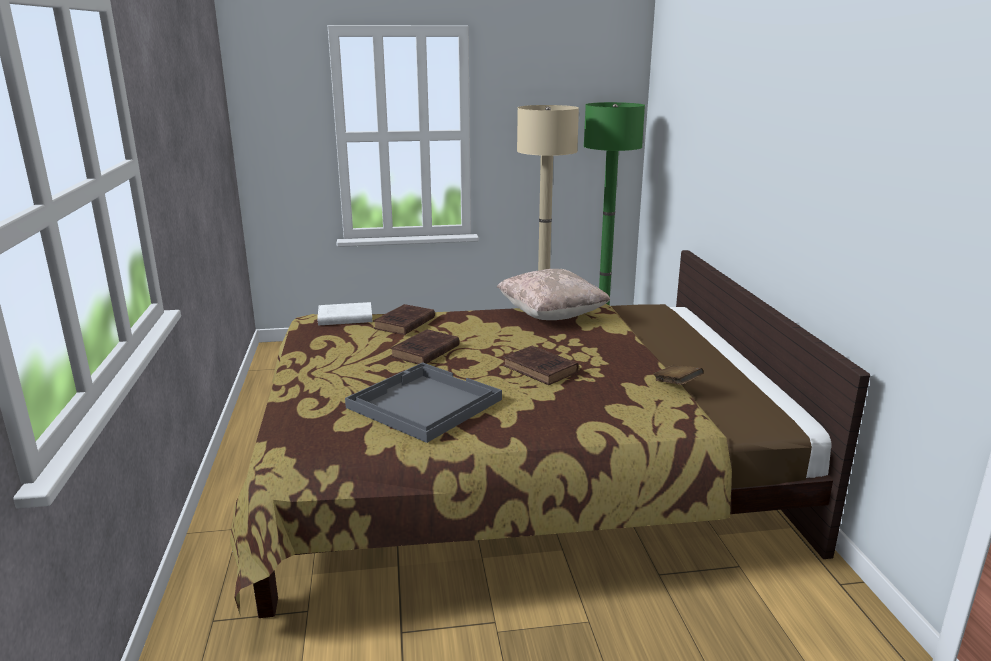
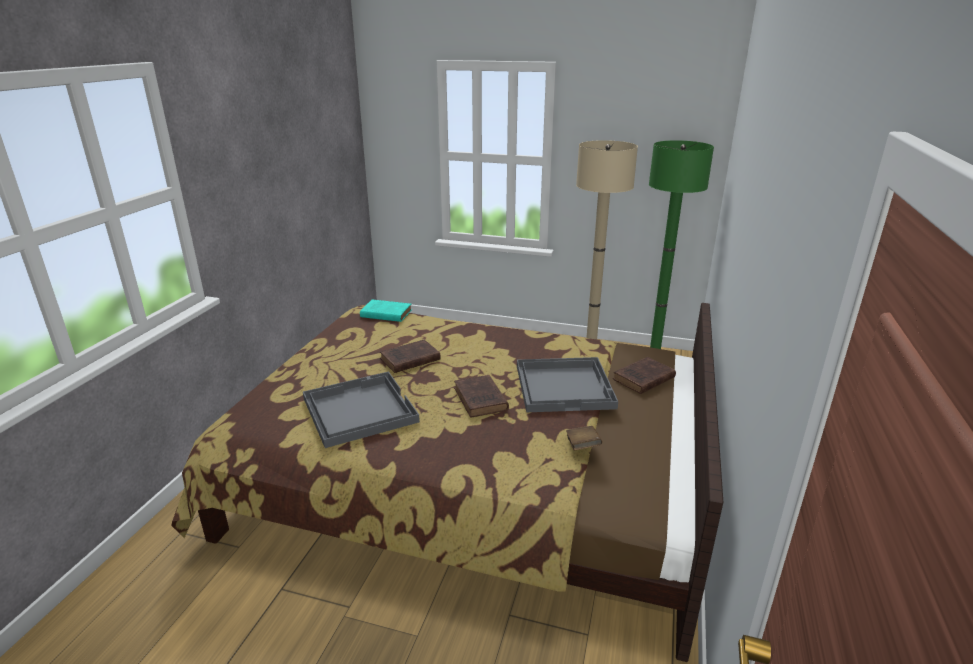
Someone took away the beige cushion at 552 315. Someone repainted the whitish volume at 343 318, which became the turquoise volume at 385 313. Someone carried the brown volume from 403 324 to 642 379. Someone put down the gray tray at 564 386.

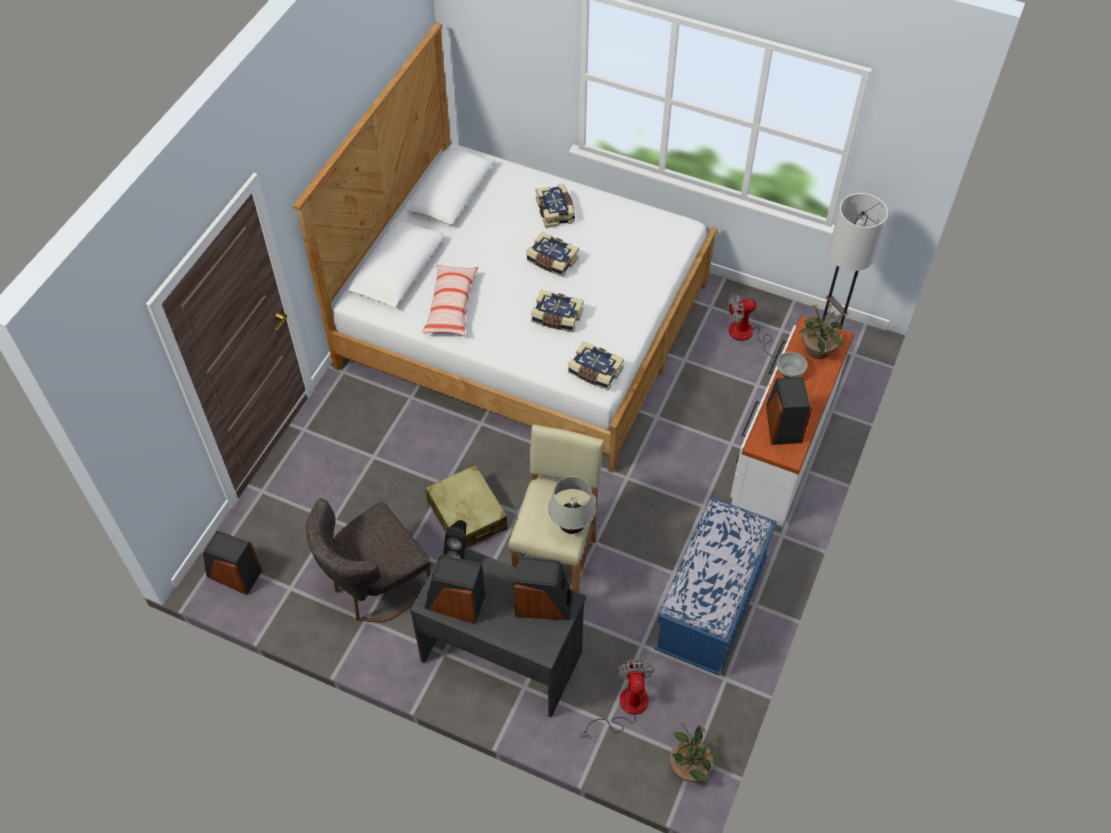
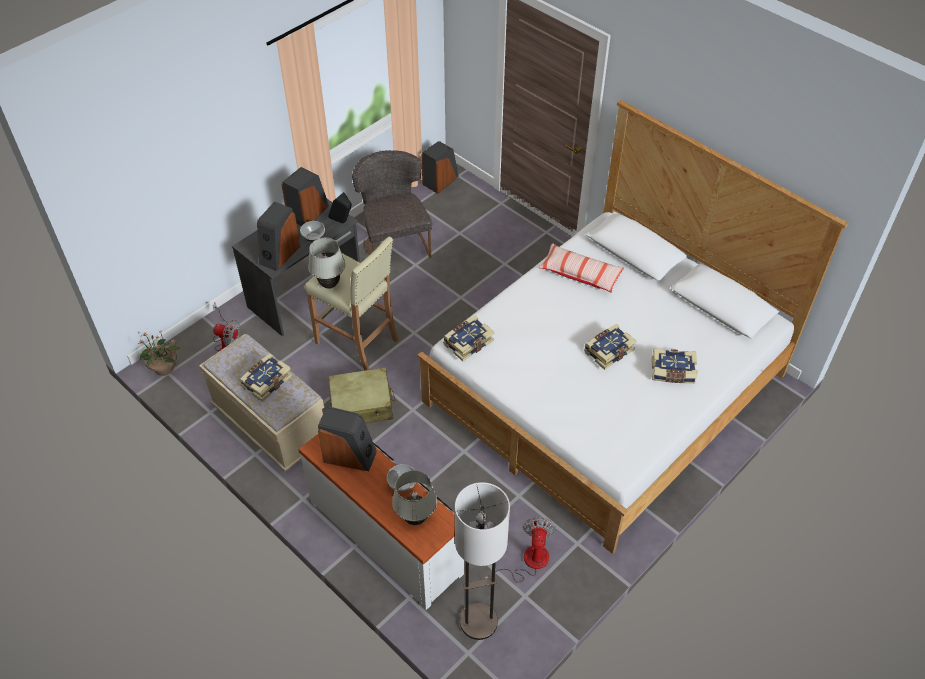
Someone carried the volume from 556 318 to 266 381. Someone swapped the houseplant at 817 351 for the whitish lamp for a table at 415 518. Someone carried the beige piece of luggage from 467 515 to 362 405. Someone repainted the blue-coloured indoor bench at 711 607, which became the beige indoor bench at 270 424. Someone put down the serving bowl at 313 237.

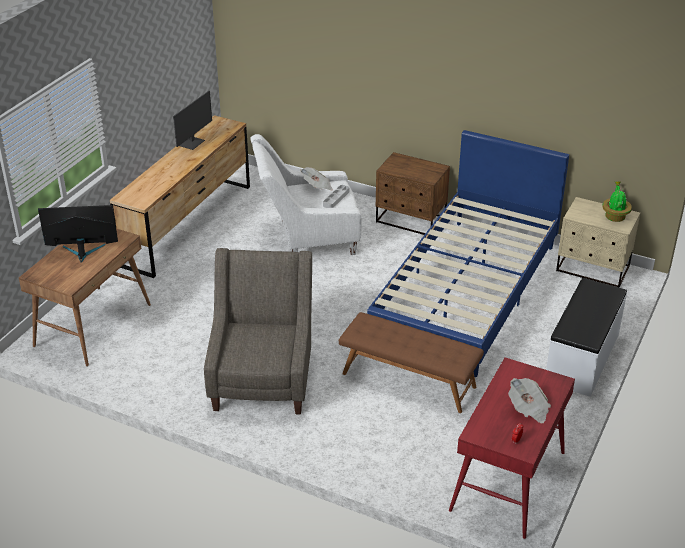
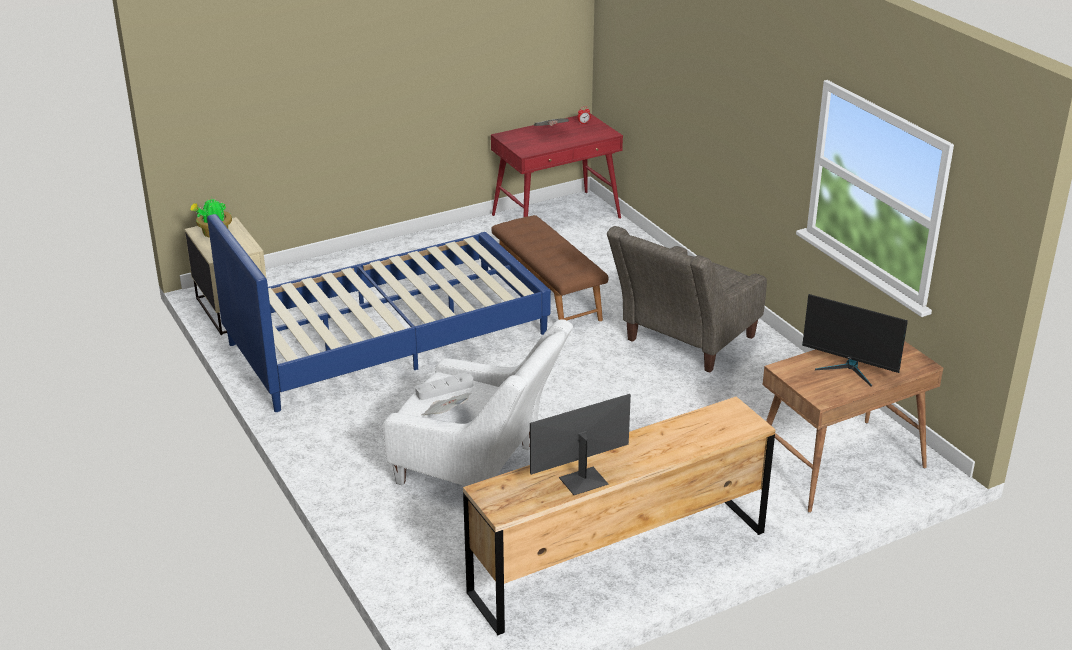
Someone took away the brown bedside table at 411 220. Someone took away the whitish indoor bench at 583 358.

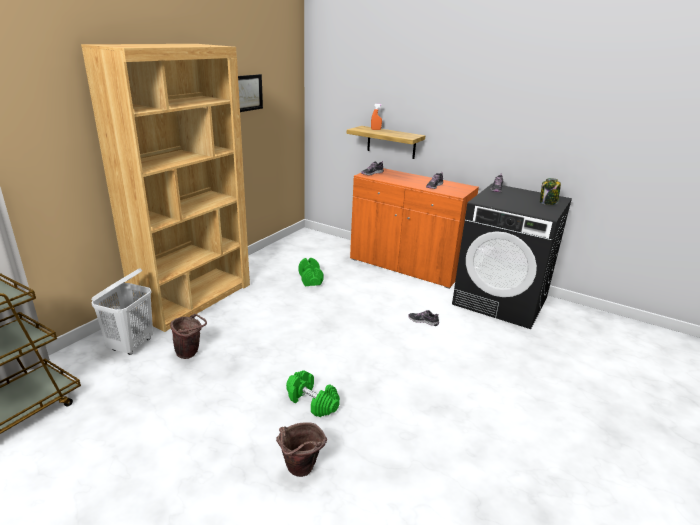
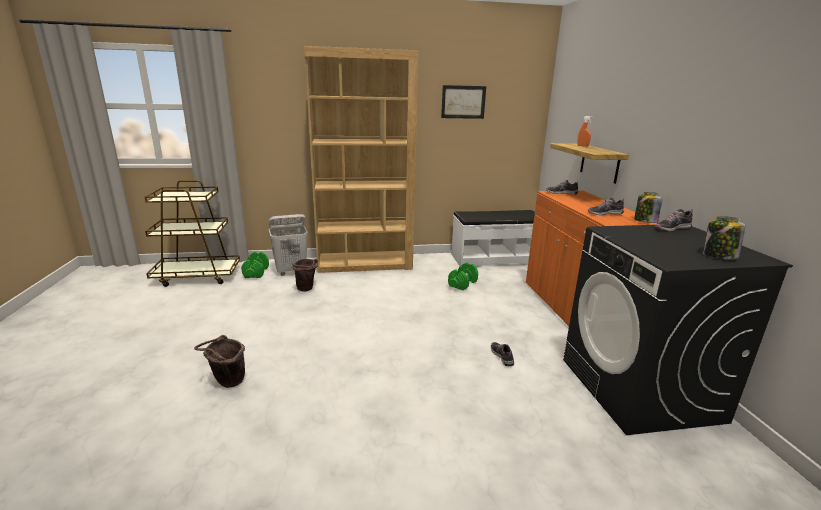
Someone carried the greenish hand weight from 312 402 to 256 272. Someone put down the storage jar at 645 221. Someone put down the whitish indoor bench at 495 258.

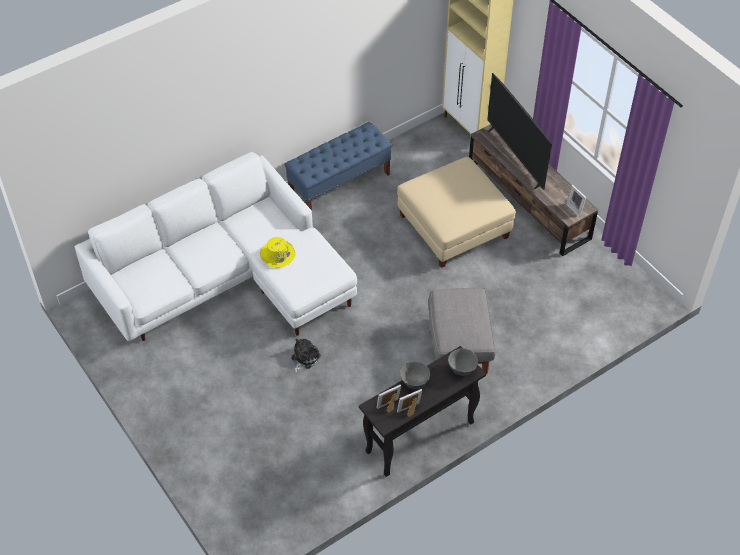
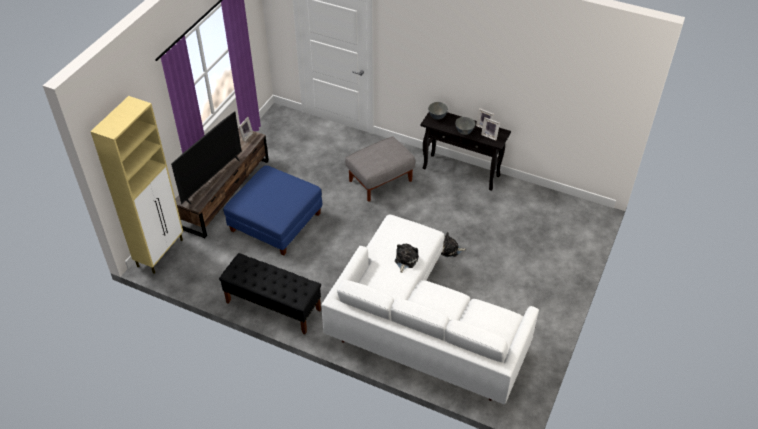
Someone repainted the blue-coloured indoor bench at 339 184, which became the black-coloured indoor bench at 273 306. Someone repainted the beige pouffe at 454 226, which became the blue-coloured pouffe at 275 221. Someone swapped the yellowish wearable hat at 277 254 for the plush toy at 405 260.

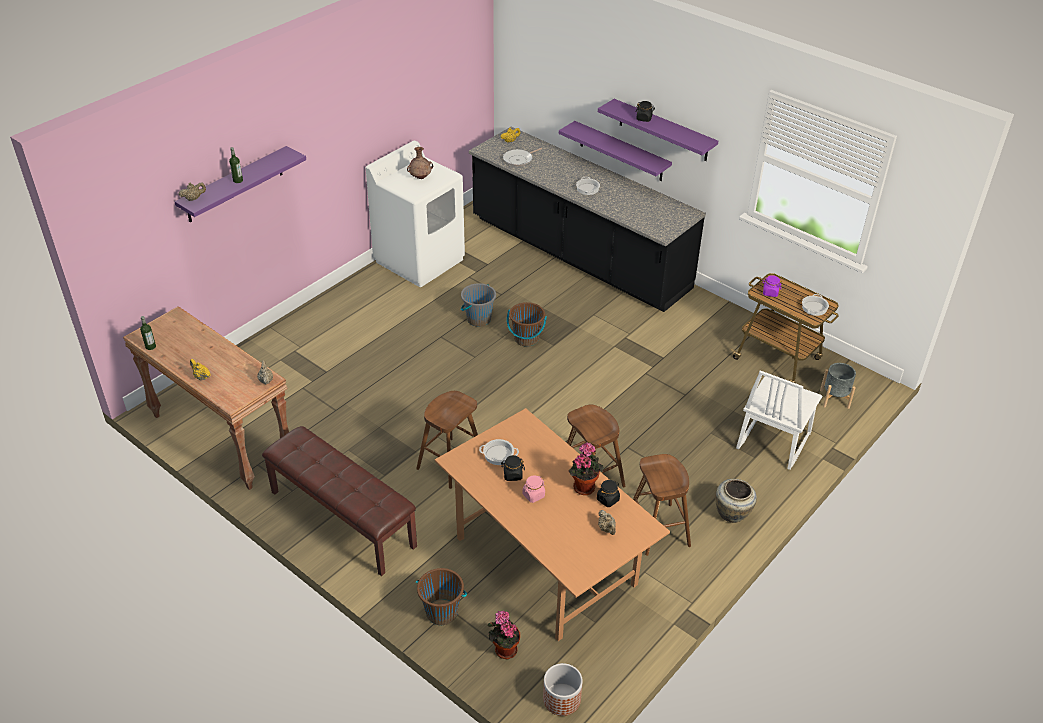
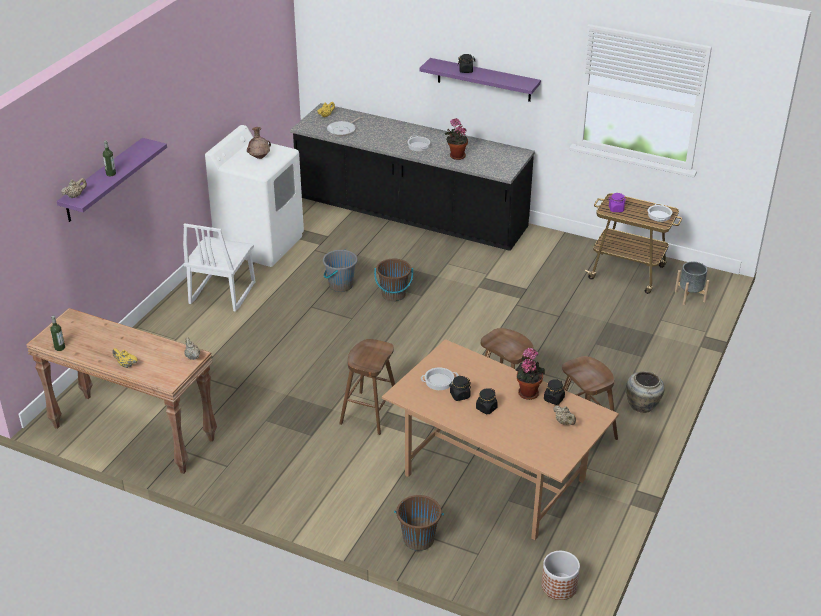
Someone took away the purplish bracket shelf at 621 151. Someone carried the whitish chair from 772 441 to 221 293. Someone took away the brown indoor bench at 341 519. Someone repainted the pink storage jar at 533 495, which became the black-coloured storage jar at 486 408. Someone carried the houseplant from 504 649 to 456 156.

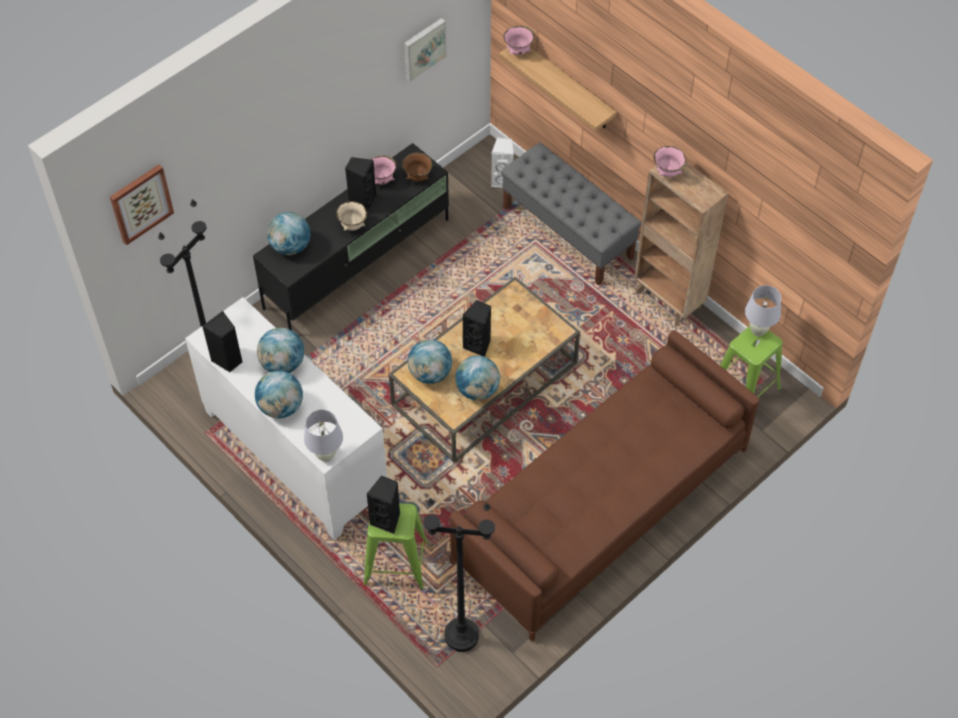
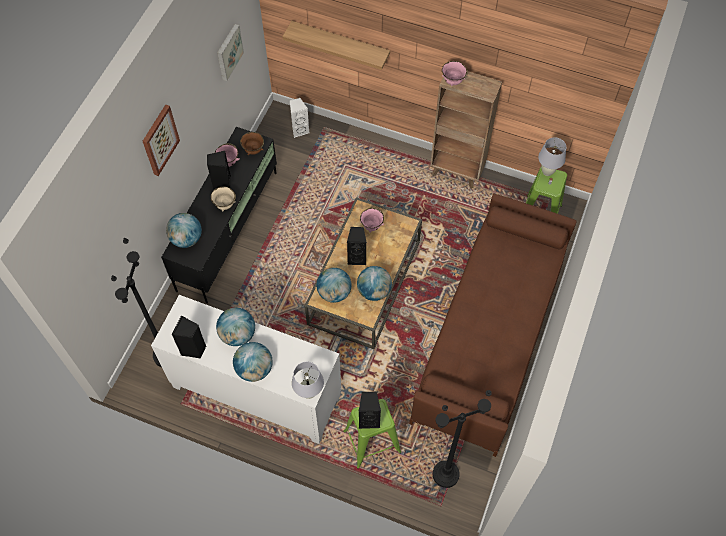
Someone carried the pink serving bowl from 518 51 to 372 226. Someone took away the gray indoor bench at 568 233. Someone carried the picture from 140 203 to 159 140.

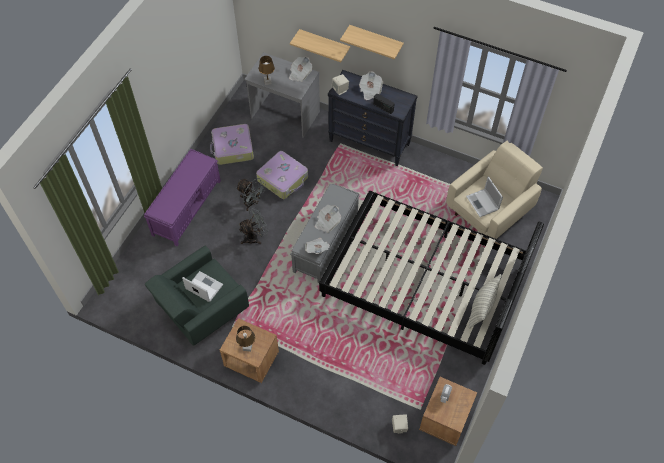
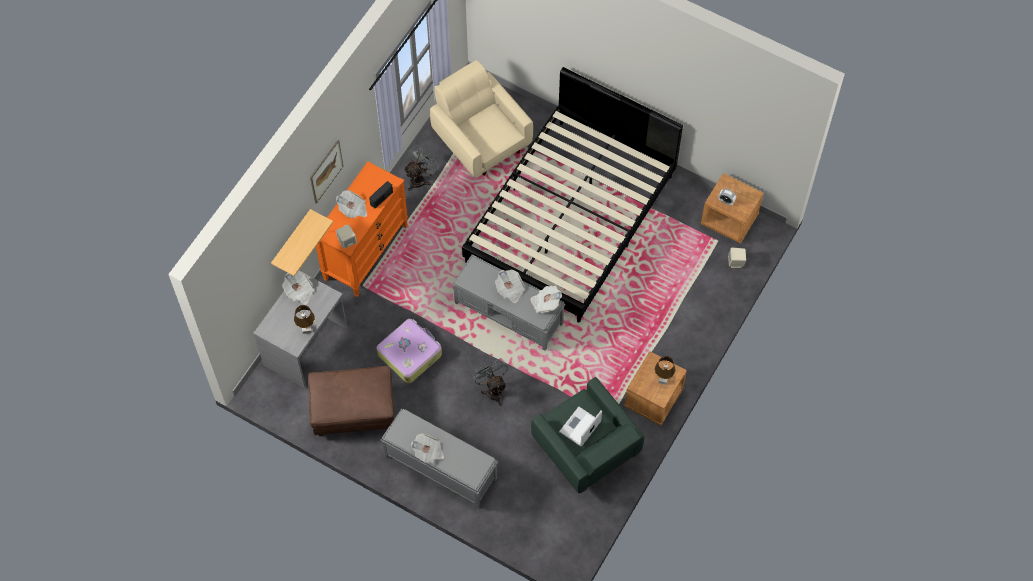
Someone swapped the bracket shelf at 376 40 for the picture at 326 171. Someone repainted the black-coloured chest of drawers at 370 142, which became the orange chest of drawers at 366 252. Someone swapped the piece of luggage at 232 149 for the brown pouffe at 353 411. Someone repainted the purplish indoor bench at 187 207, which became the gray indoor bench at 440 467. Someone took away the laptop at 483 203. Someone carried the gray fan from 252 203 to 420 179. Someone took away the cushion at 482 307. Someone put down the newspaper at 428 452.

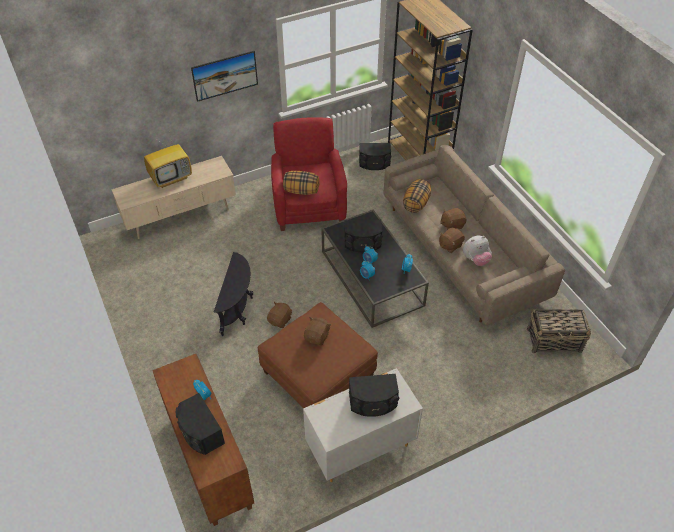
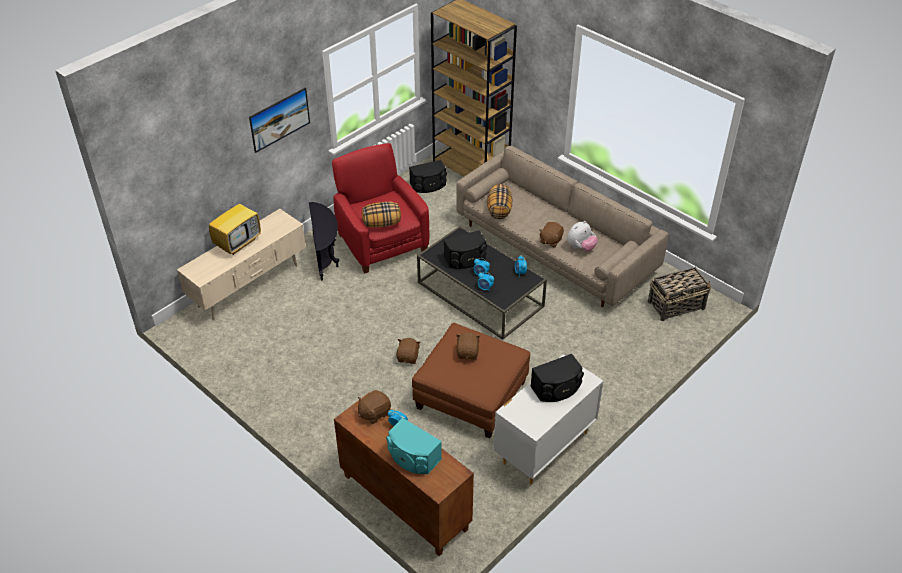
Someone carried the brown plush toy from 452 225 to 374 413. Someone carried the black-coloured side table from 238 309 to 326 257. Someone repainted the black-coloured audio speaker at 200 432, which became the turquoise audio speaker at 413 457.

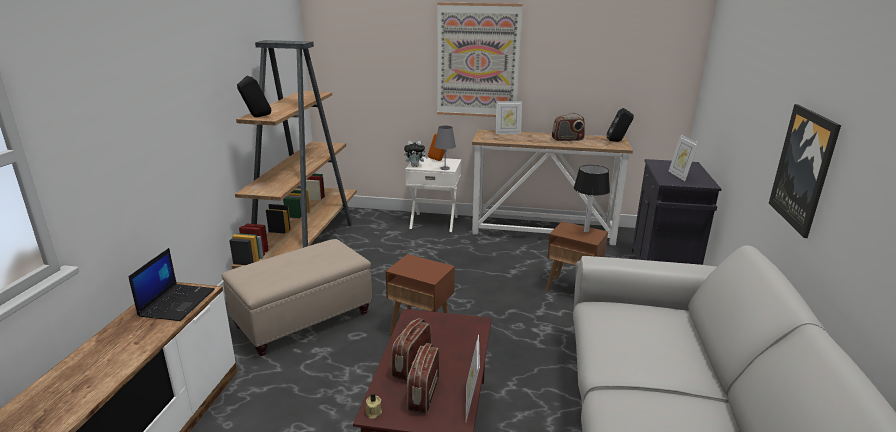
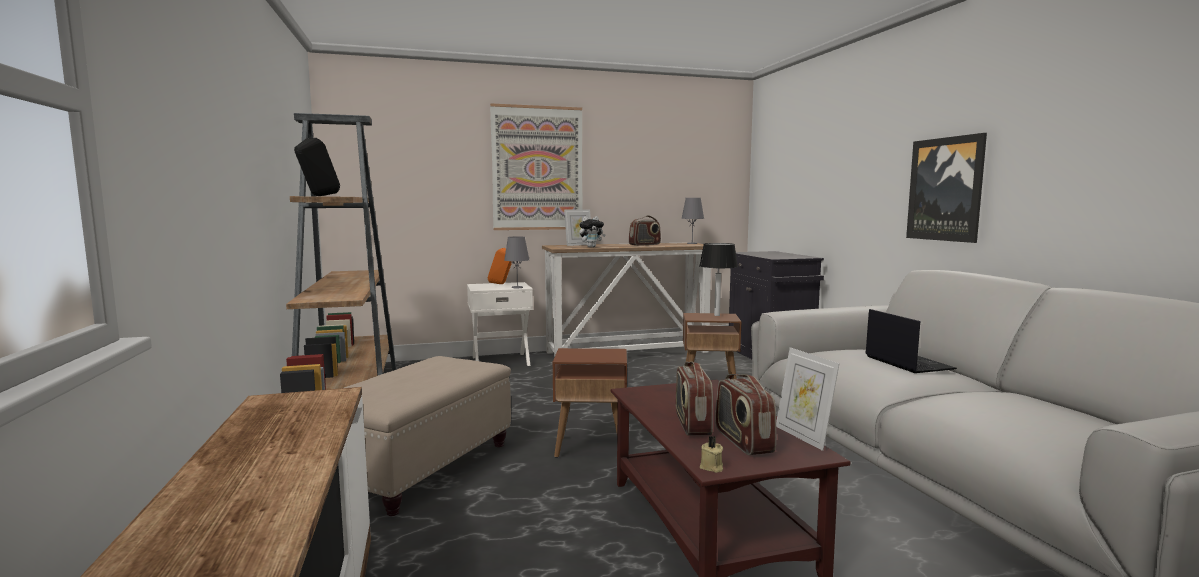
Someone swapped the black-coloured audio speaker at 618 141 for the gray lamp for a table at 692 243. Someone took away the picture frame at 679 176. Someone carried the plush toy from 415 166 to 591 247. Someone carried the laptop from 177 302 to 906 362.

